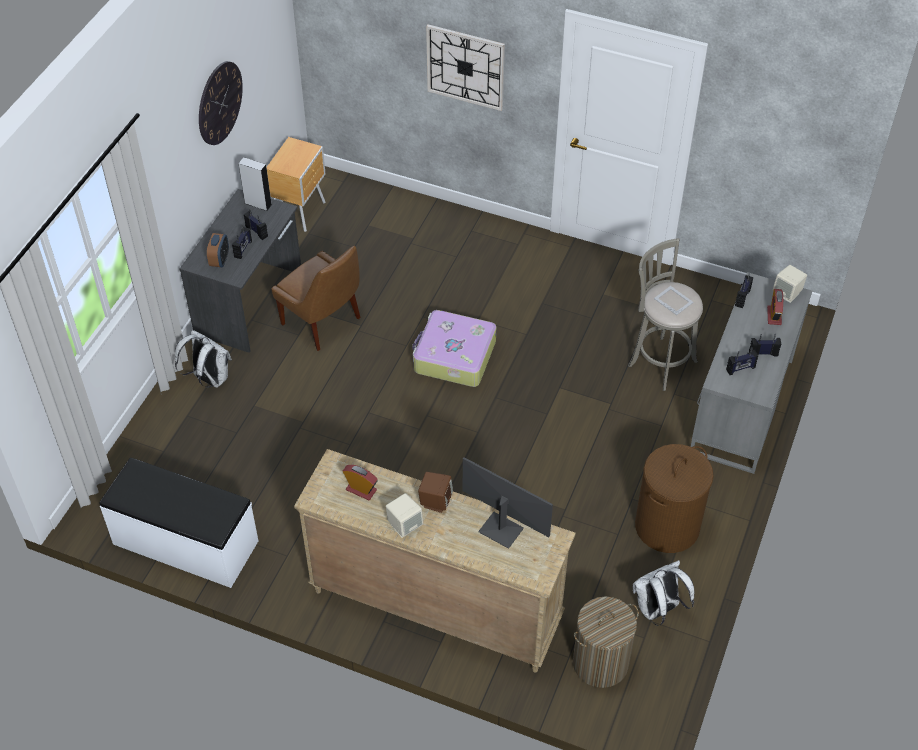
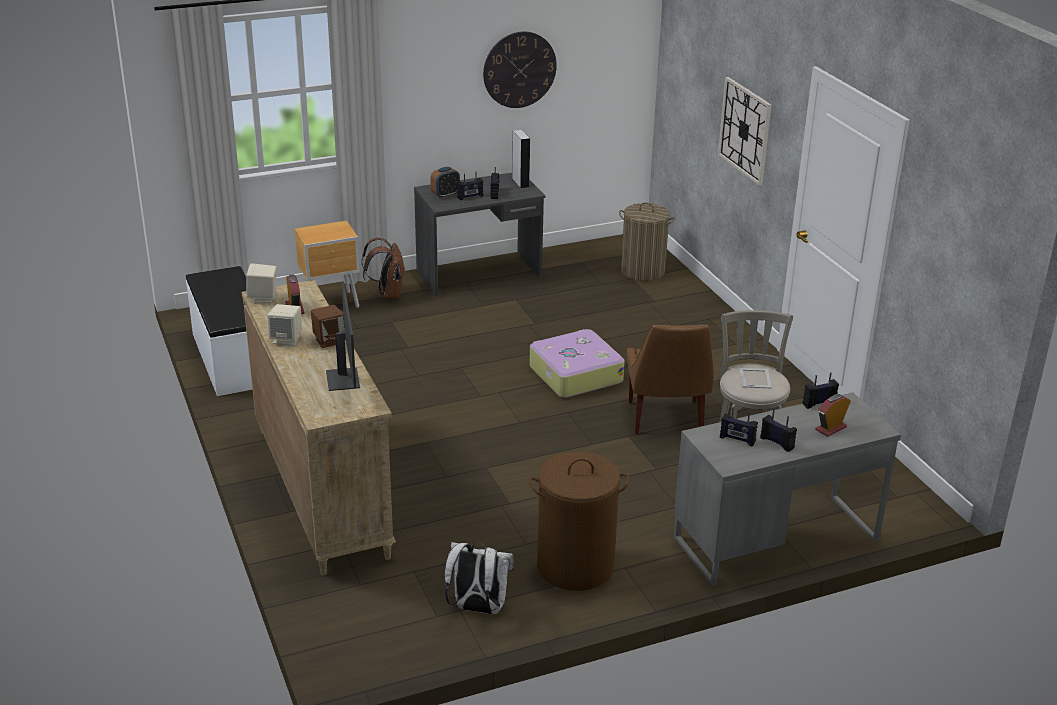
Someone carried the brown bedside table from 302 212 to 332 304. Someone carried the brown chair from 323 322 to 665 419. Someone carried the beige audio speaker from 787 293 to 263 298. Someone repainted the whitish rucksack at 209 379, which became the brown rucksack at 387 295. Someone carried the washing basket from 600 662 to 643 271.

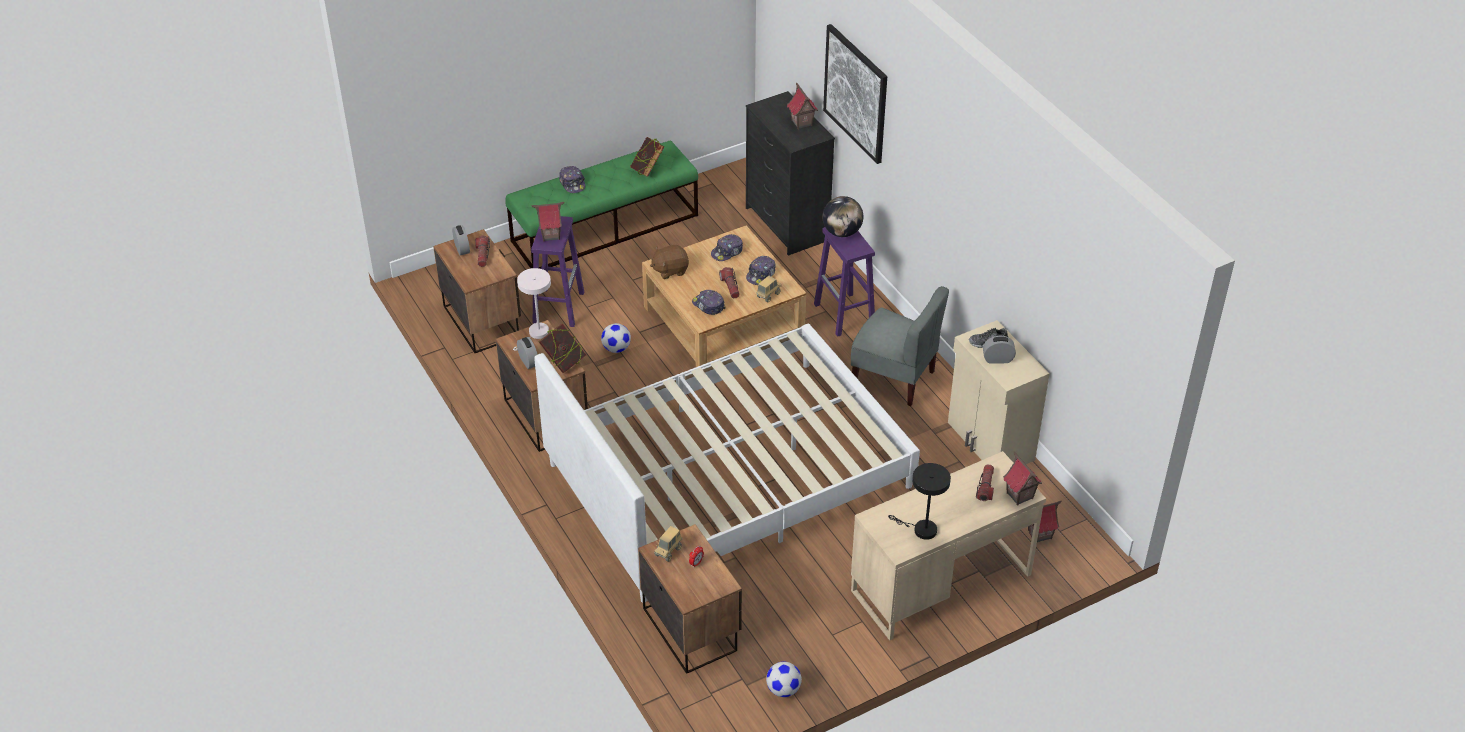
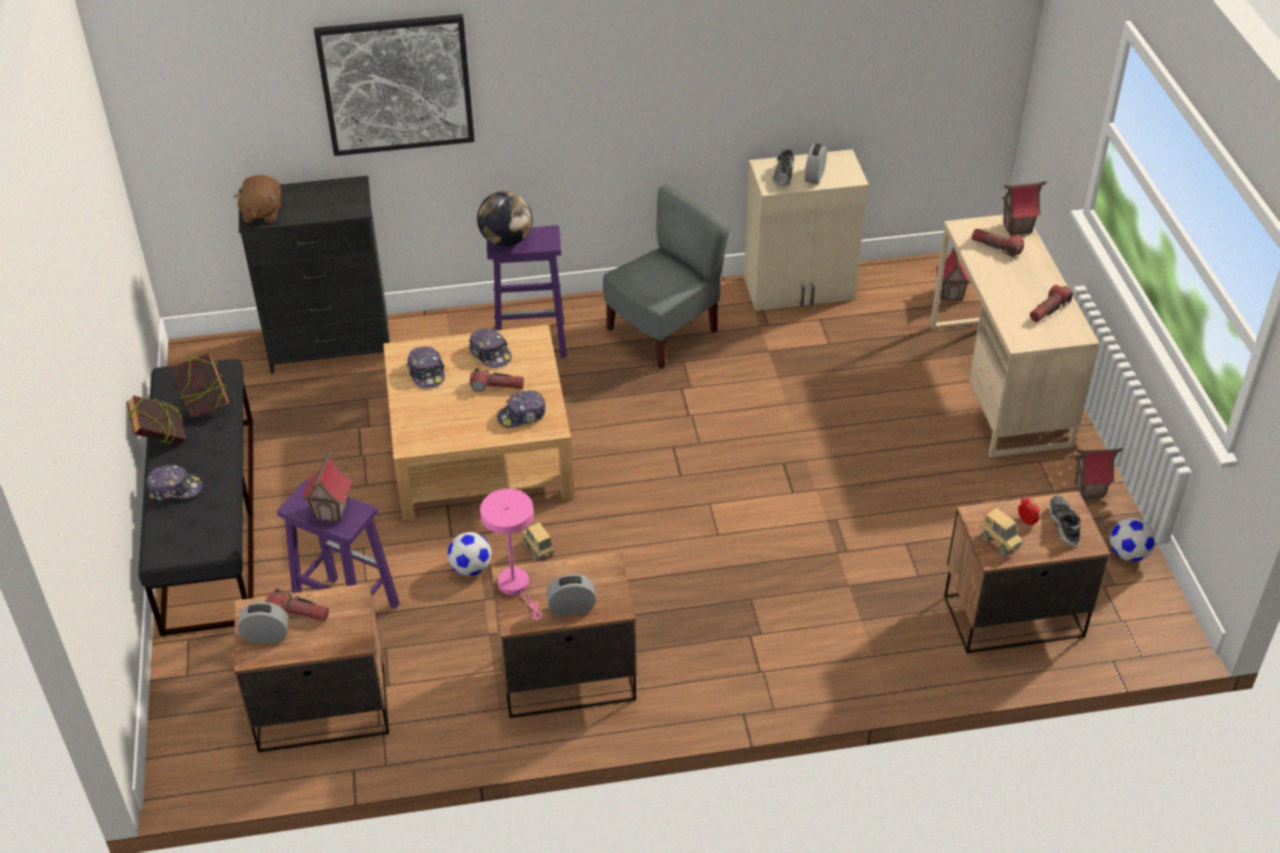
Someone carried the toy house from 801 123 to 1089 490. Someone repainted the greenish indoor bench at 605 228, which became the black-coloured indoor bench at 209 521. Someone carried the brown plush toy from 670 270 to 262 213. Someone repainted the whitish lamp for a table at 536 334, which became the pink lamp for a table at 517 587. Someone carried the toy truck from 768 295 to 538 550. Someone took away the whitish bed at 728 475. Someone carried the volume from 563 362 to 162 439. Someone swapped the black-coloured lamp for a table at 921 529 for the hand torch at 1049 310. Someone put down the low shoe at 1064 525.

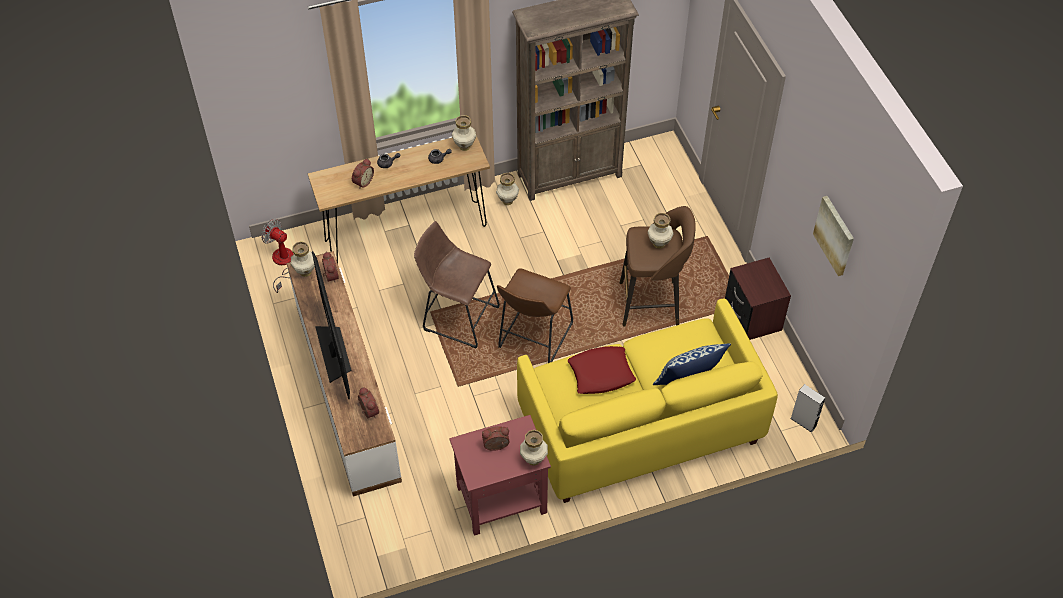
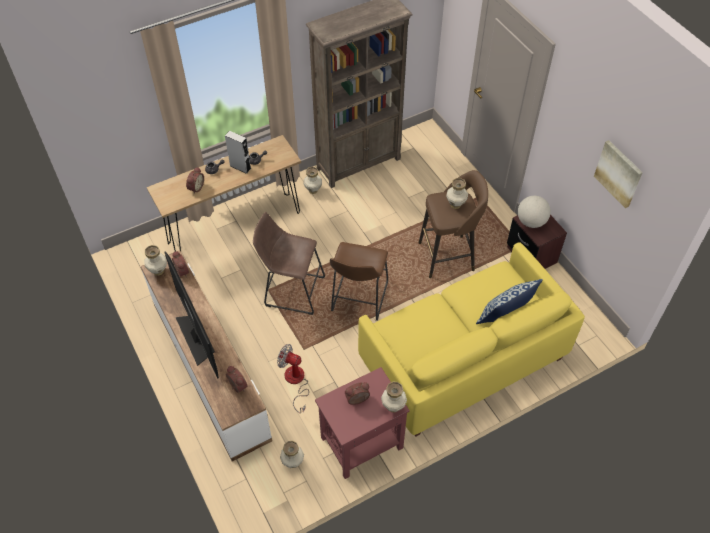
Someone carried the decorative vase from 465 146 to 293 463. Someone carried the fan from 282 263 to 295 382. Someone took away the red-coloured cushion at 601 374. Someone carried the gray audio speaker from 803 422 to 240 167. Someone put down the globe at 531 222.

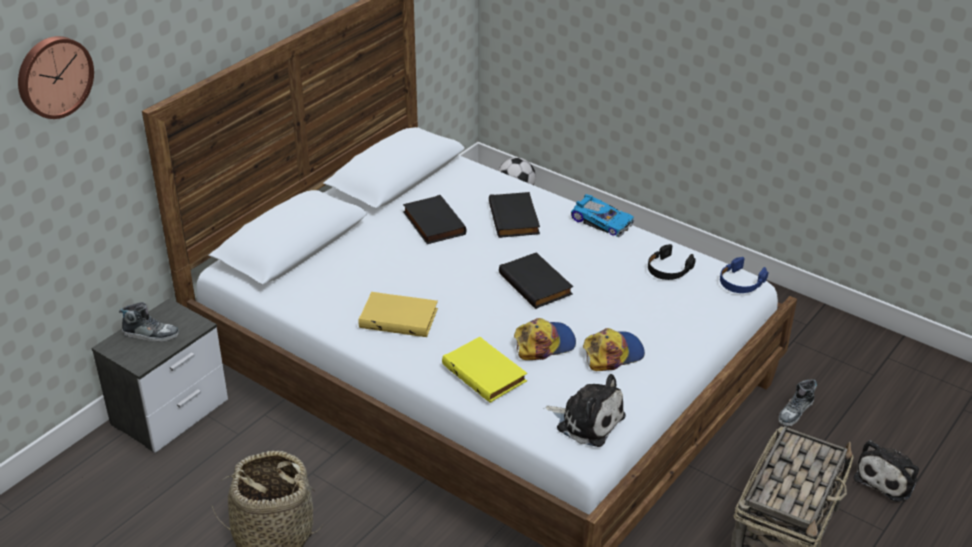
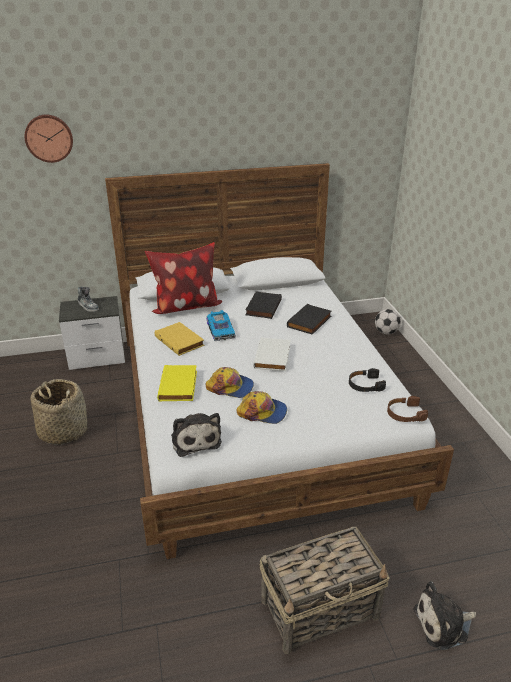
Someone carried the model car from 602 221 to 221 330. Someone repainted the black-coloured volume at 537 284, which became the whitish volume at 273 357. Someone repainted the blue-coloured headphones at 740 282, which became the brown headphones at 405 414. Someone took away the low shoe at 795 412. Someone put down the cushion at 185 306.

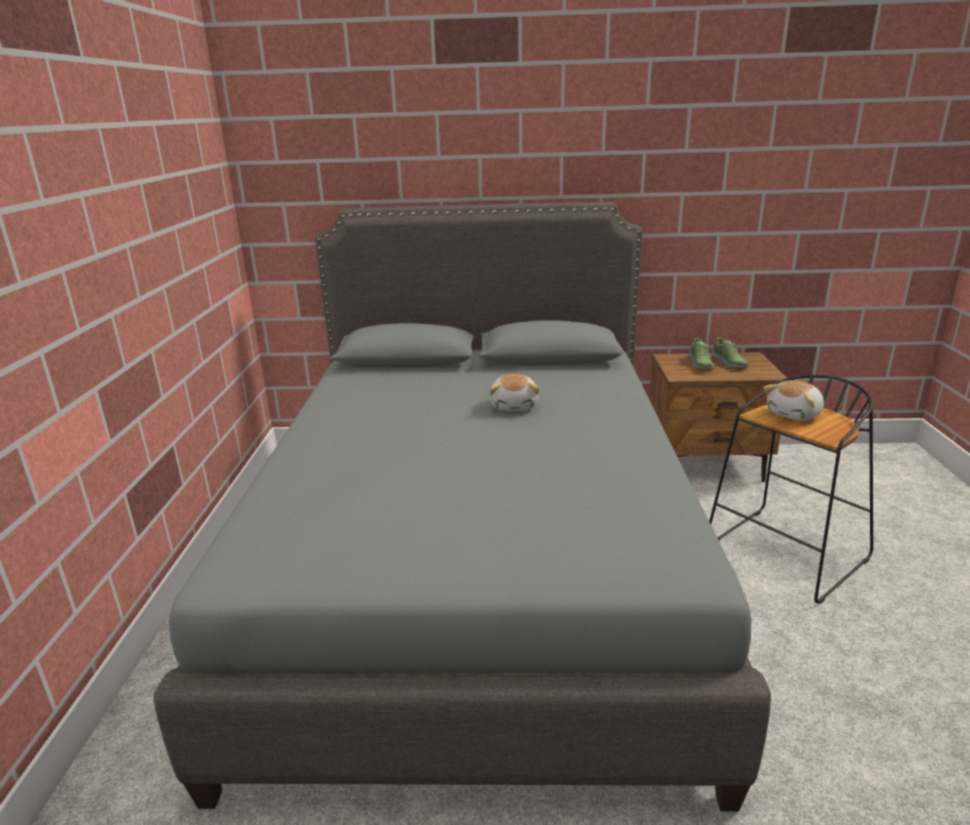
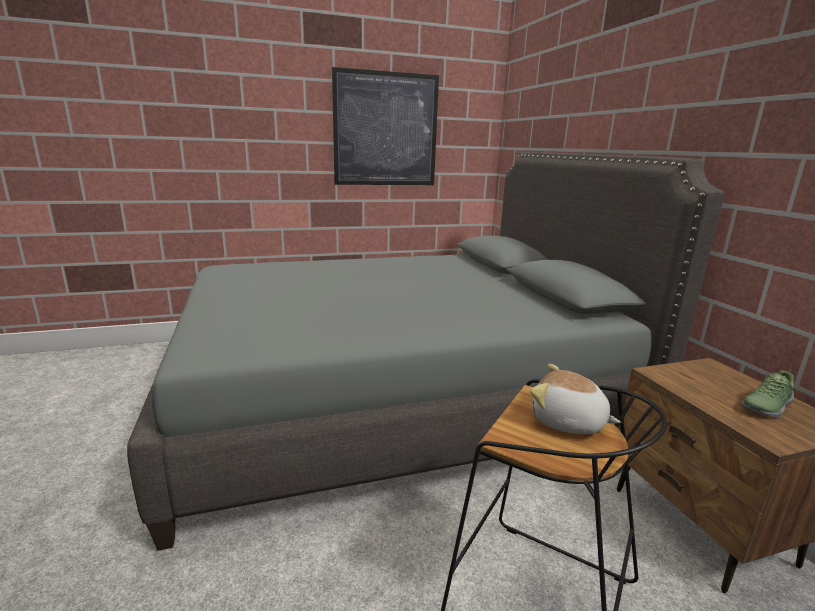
Someone took away the low shoe at 699 364. Someone took away the plush toy at 514 406. Someone put up the picture at 386 130.

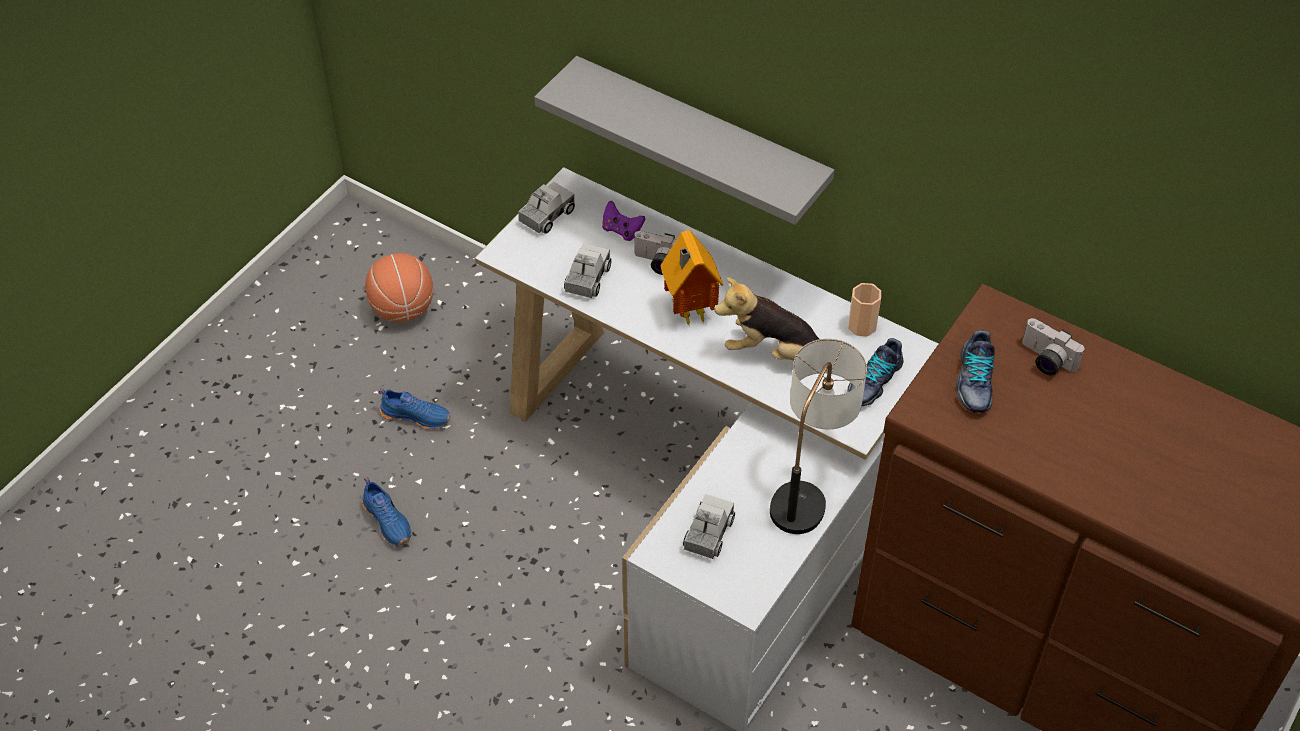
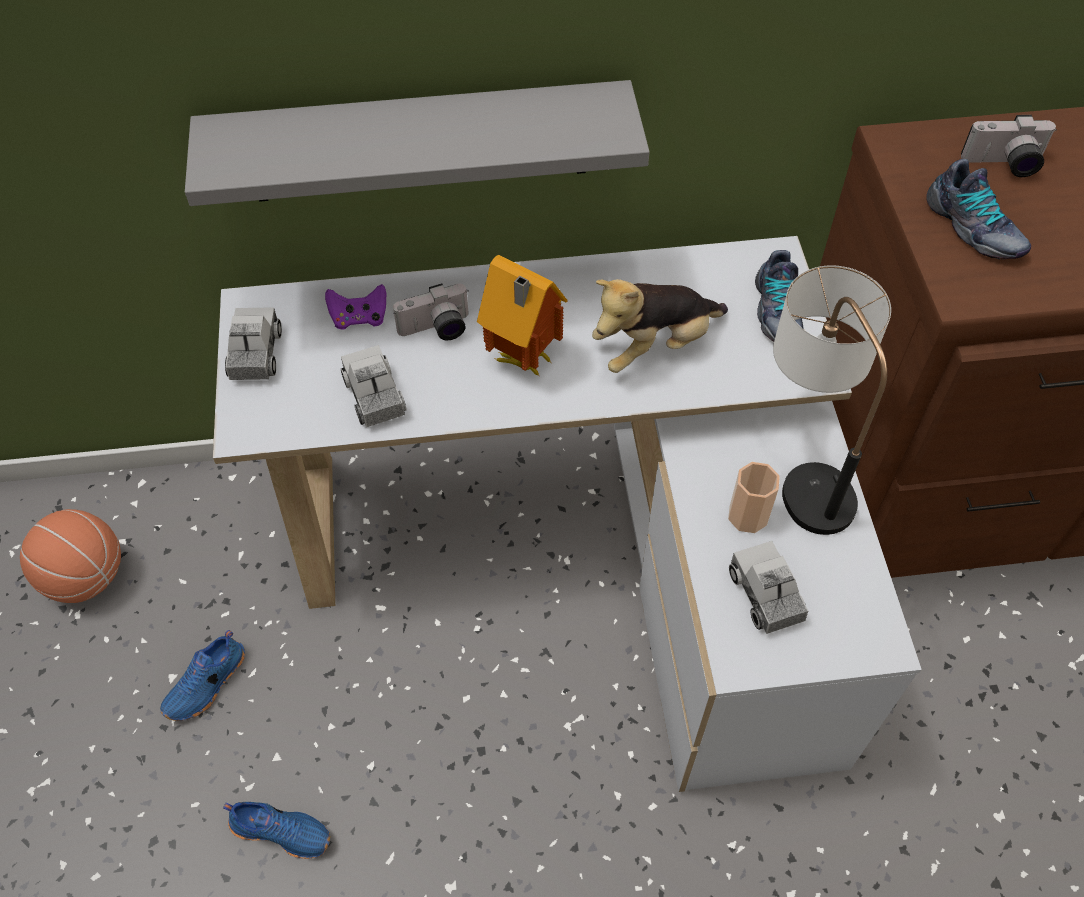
Someone carried the drinking cup from 862 325 to 748 516. Someone rotated the blue-coloured low shoe at 416 415 by 150 degrees clockwise.

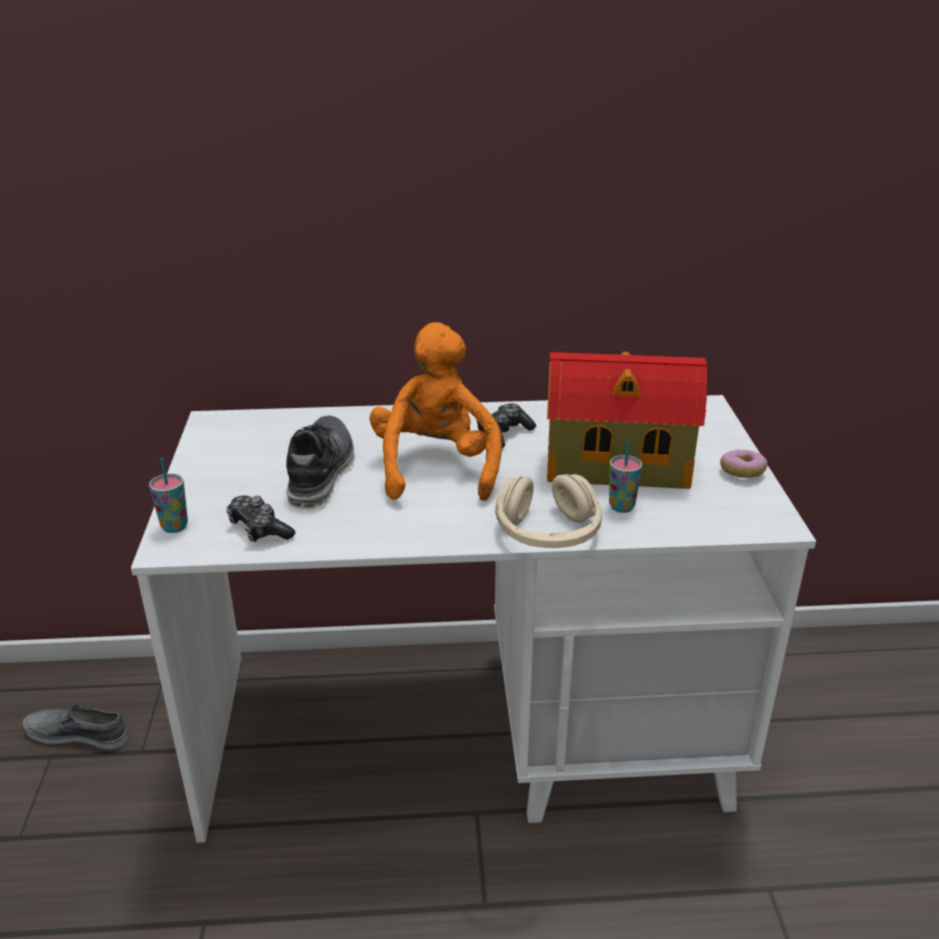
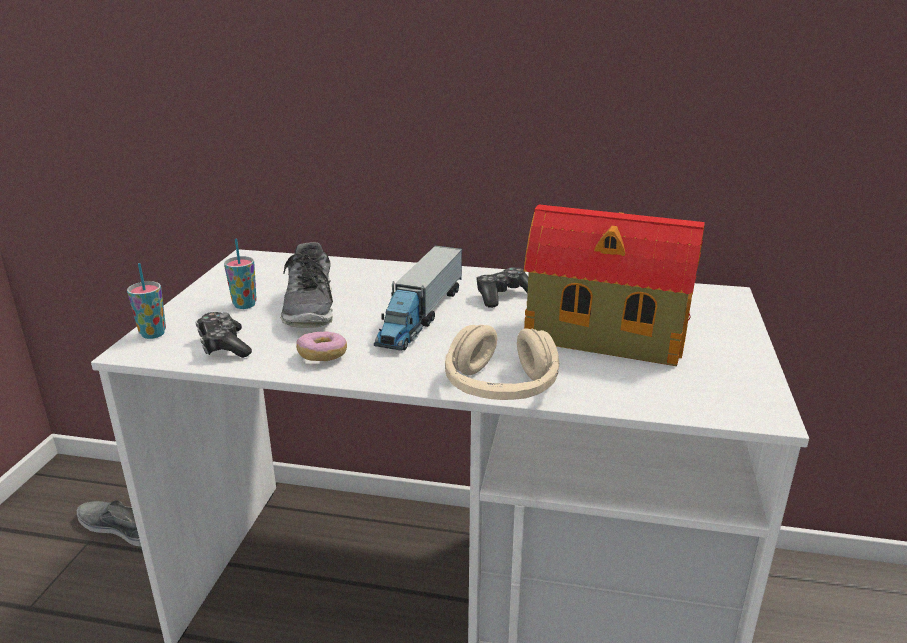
Someone swapped the orange plush toy at 436 467 for the toy truck at 421 315. Someone rotated the low shoe at 320 473 by 150 degrees clockwise. Someone carried the drinking cup from 621 507 to 245 305. Someone carried the doughnut from 742 472 to 322 356.

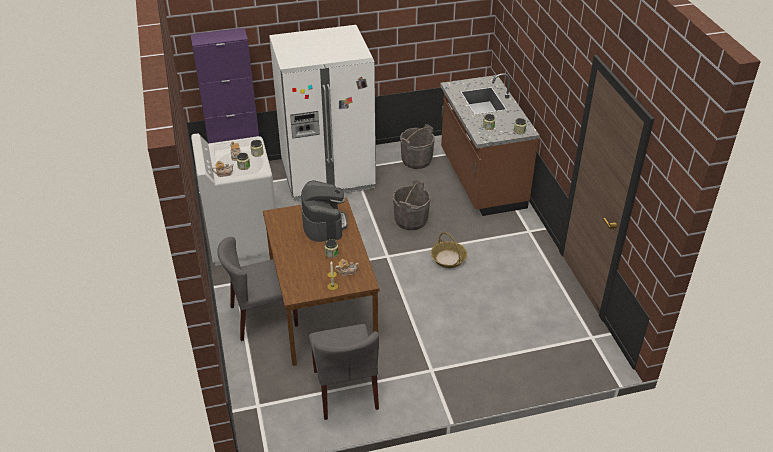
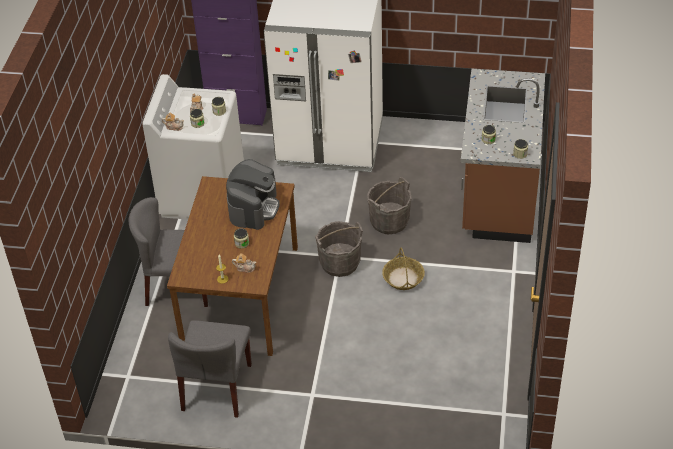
Someone carried the gray water bucket from 416 160 to 340 263.

